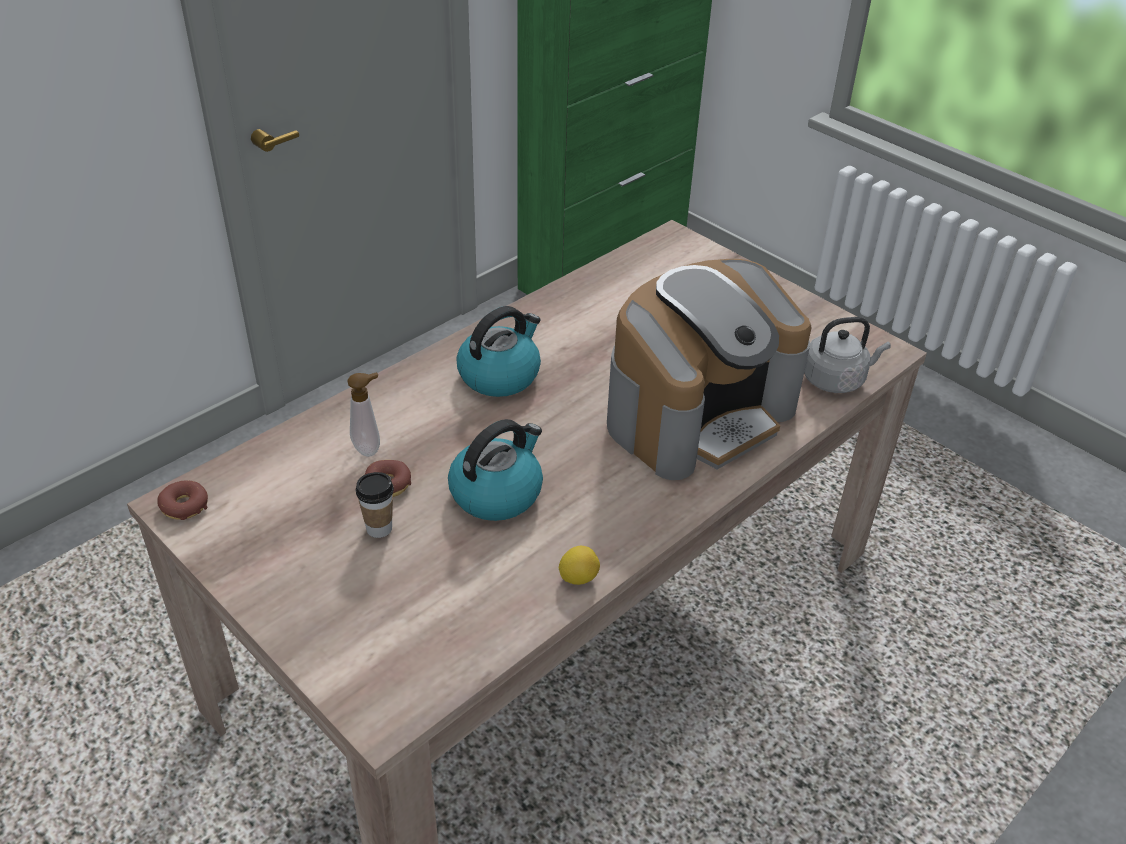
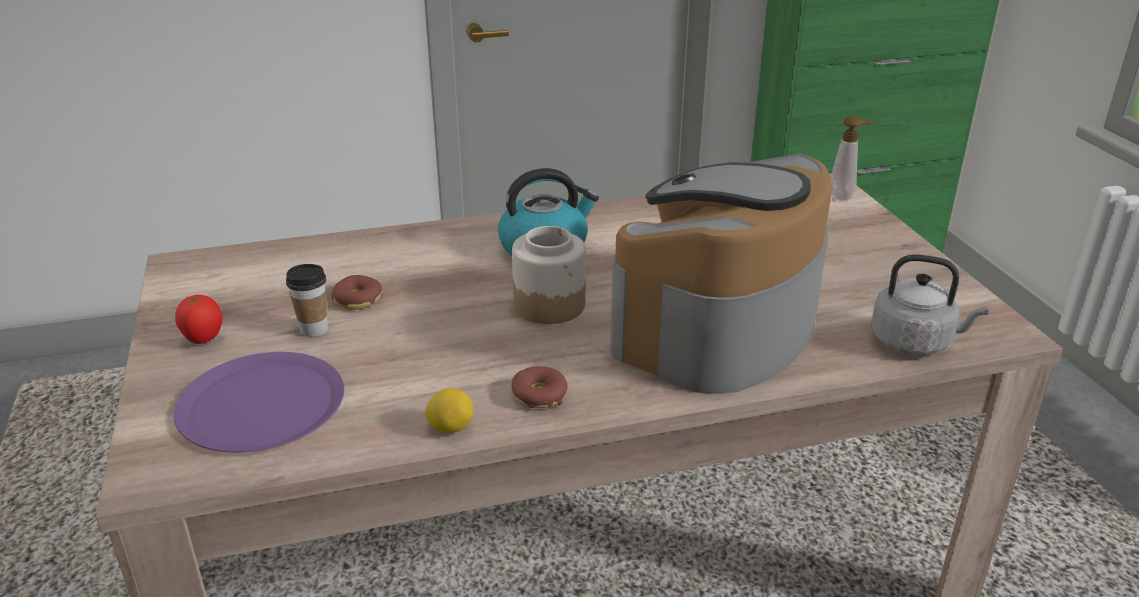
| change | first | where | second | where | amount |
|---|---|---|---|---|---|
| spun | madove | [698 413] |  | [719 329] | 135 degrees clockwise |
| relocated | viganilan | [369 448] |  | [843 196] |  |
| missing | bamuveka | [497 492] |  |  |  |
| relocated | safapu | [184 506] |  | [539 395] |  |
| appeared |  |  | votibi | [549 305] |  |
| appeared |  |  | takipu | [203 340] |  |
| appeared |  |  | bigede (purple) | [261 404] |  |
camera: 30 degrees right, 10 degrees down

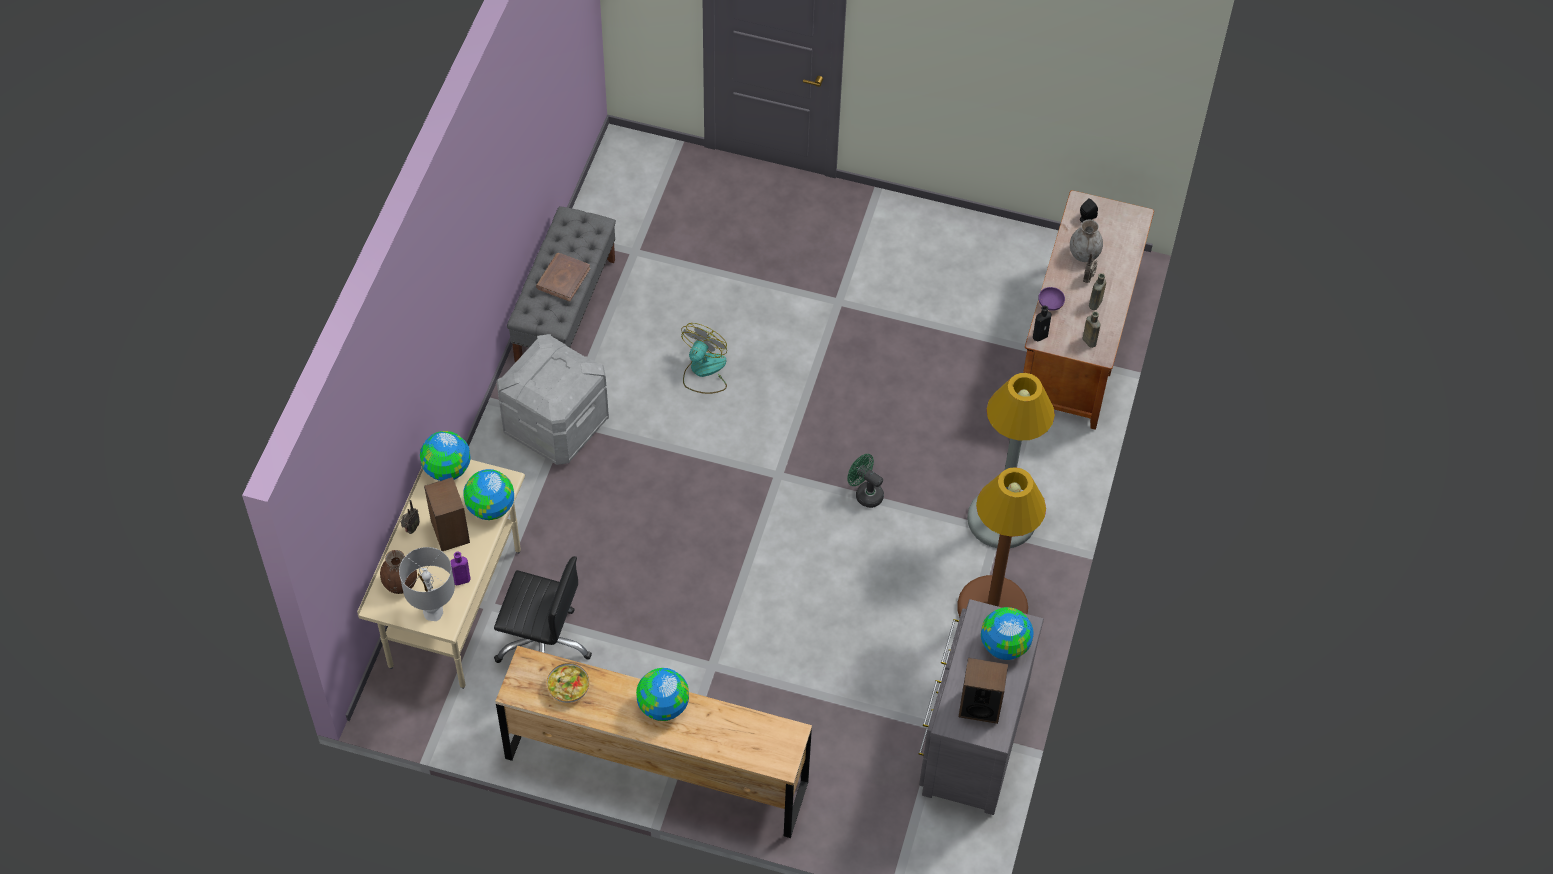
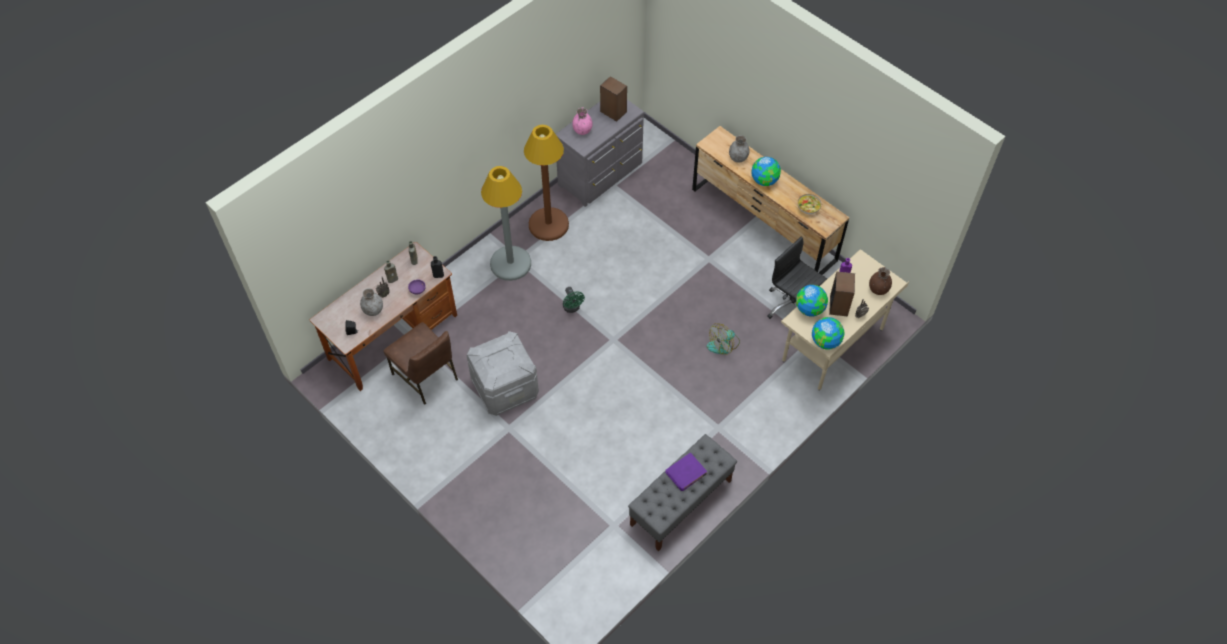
| change | first | where | second | where | amount |
|---|---|---|---|---|---|
| colour | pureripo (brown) | [563 278] | pureripo (purple) | [686 473] |  |
| relocated | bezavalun | [703 371] |  | [723 344] |  |
| relocated | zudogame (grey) | [556 425] |  | [505 388] |  |
| missing | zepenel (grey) | [434 611] |  |  |  |
| exchanged | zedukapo | [1004 645] | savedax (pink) | [582 131] |  |
| appeared |  |  | savedax (grey) | [738 158] |  |
| appeared |  |  | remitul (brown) | [426 377] |  |
camera: 150 degrees left, 0 degrees up

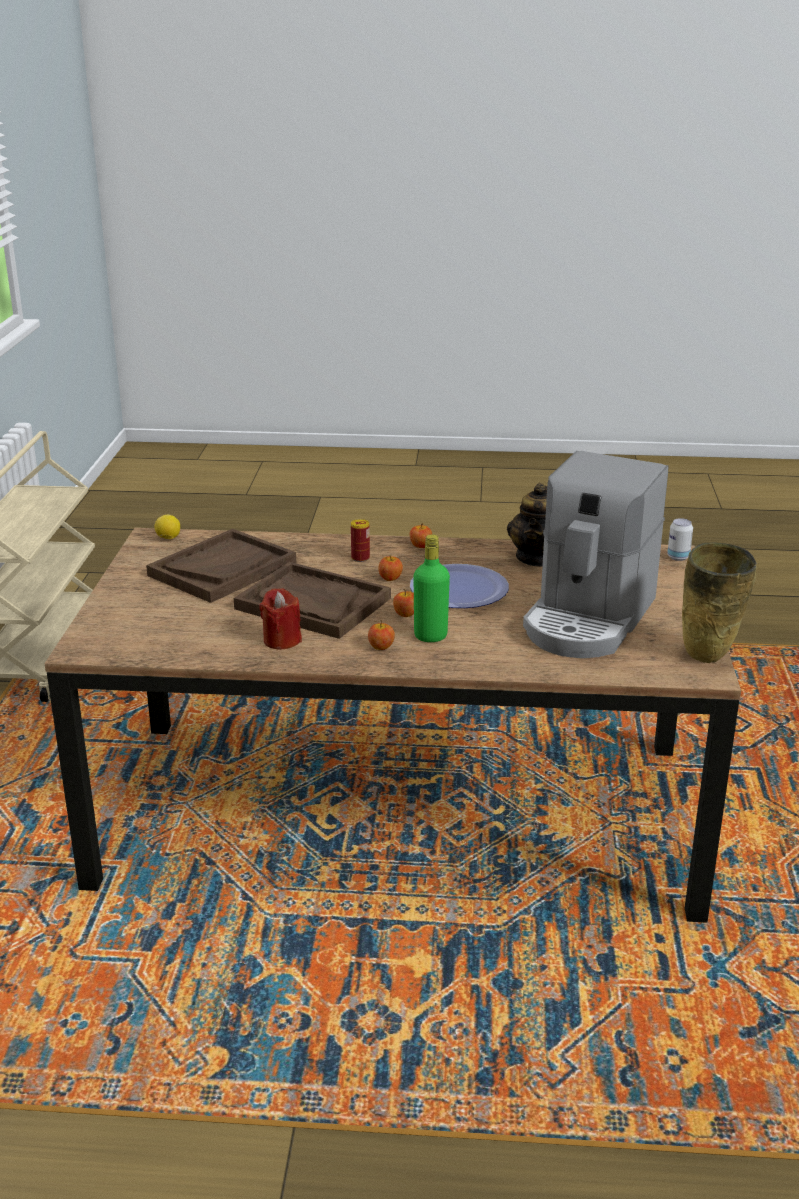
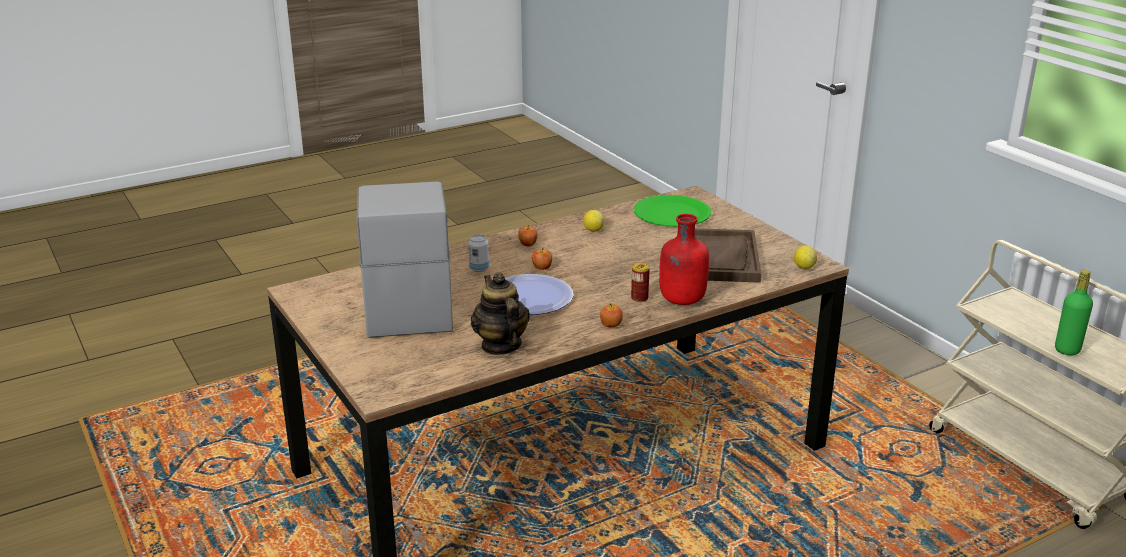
| change | first | where | second | where | amount |
|---|---|---|---|---|---|
| relocated | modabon | [678 557] |  | [479 269] |  |
| relocated | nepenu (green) | [430 636] |  | [1067 350] |  |
| missing | savedax (beige) | [708 657] |  |  |  |
| missing | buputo | [390 578] |  |  |  |
| missing | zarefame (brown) | [312 604] |  |  |  |
| exchanged | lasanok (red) | [282 640] | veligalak | [593 230] |  |
| appeared |  |  | bigede (green) | [672 214] |  |
| appeared |  |  | nepenu (red) | [681 301] |  |
camera: 145 degrees right, 0 degrees up

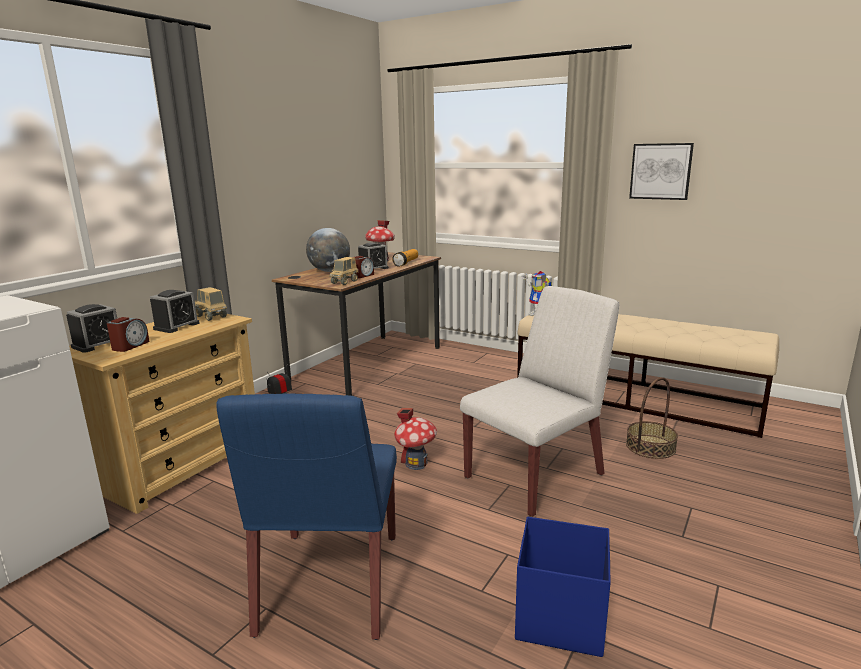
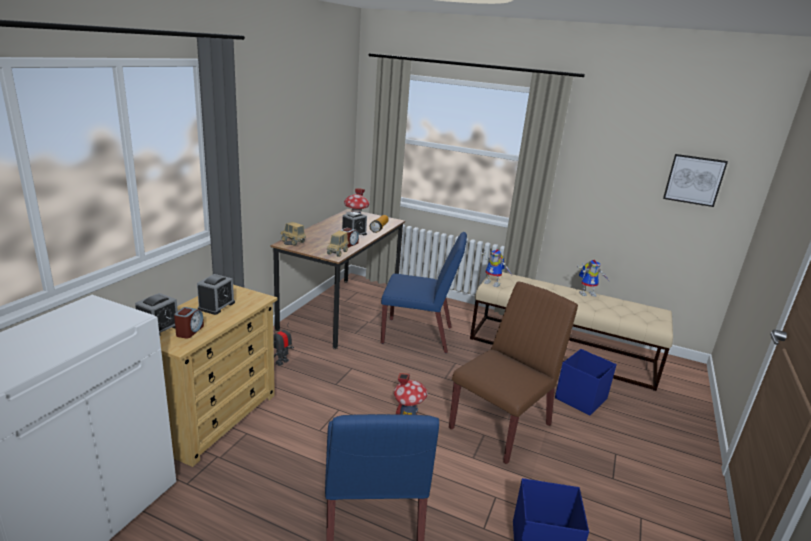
| change | first | where | second | where | amount |
|---|---|---|---|---|---|
| relocated | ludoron | [660 171] |  | [694 180] |  |
| missing | zedukapo | [329 271] |  |  |  |
| colour | remitul (white) | [535 475] | remitul (brown) | [501 426] |  |
| relocated | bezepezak | [211 317] |  | [293 242] |  |
| exchanged | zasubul | [650 447] | zudogame (blue) | [580 399] |  |
| appeared |  |  | remitul (blue) | [418 335] |  |
| appeared |  |  | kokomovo | [587 293] |  |
camera: 10 degrees left, 5 degrees up

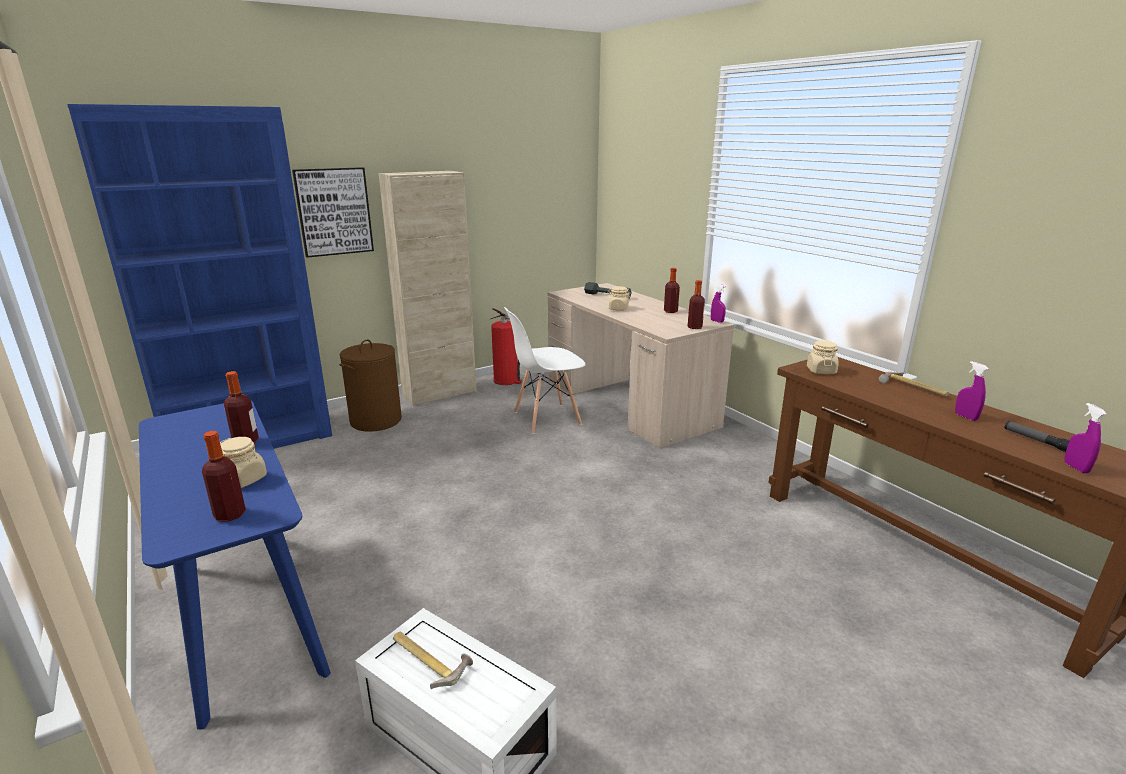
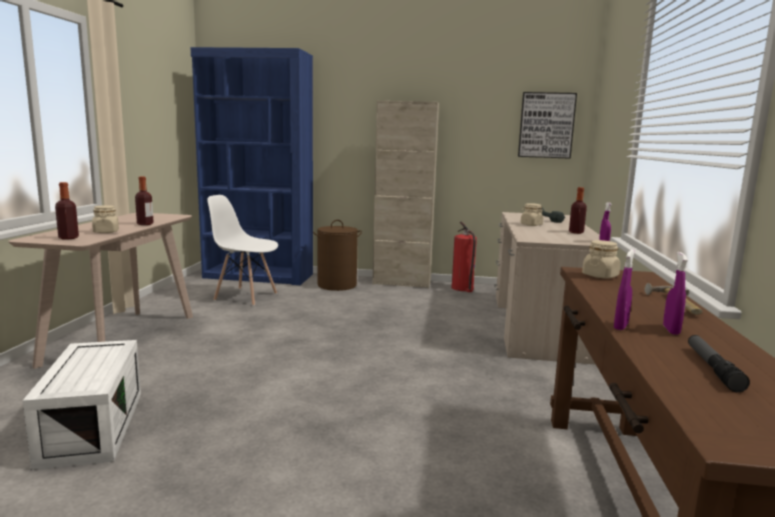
| change | first | where | second | where | amount |
|---|---|---|---|---|---|
| relocated | ludoron | [334 211] |  | [546 125] |  |
| missing | nepenu | [694 327] |  |  |  |
| relocated | remitul (white) | [546 418] |  | [245 296] |  |
| colour | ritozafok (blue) | [246 615] | ritozafok (beige) | [122 339] |  |
| relocated | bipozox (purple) | [1076 468] |  | [621 326] |  |
| missing | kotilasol | [429 659] |  |  |  |
camera: 40 degrees right, 10 degrees down

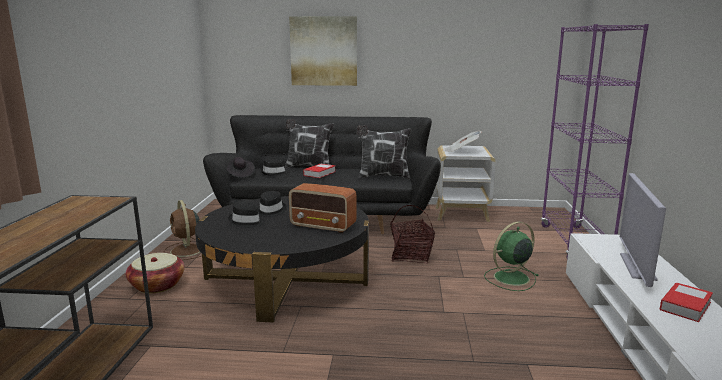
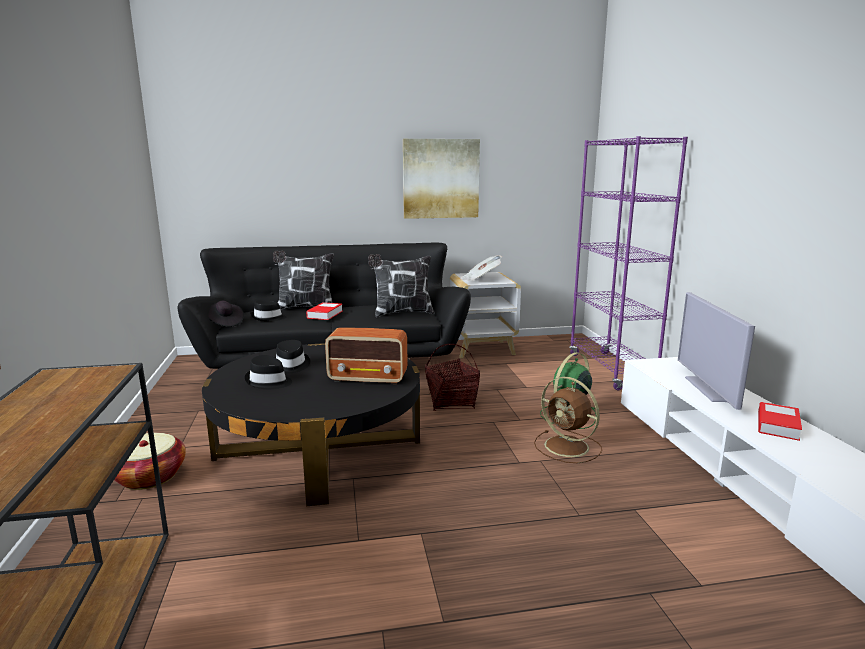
| change | first | where | second | where | amount |
|---|---|---|---|---|---|
| relocated | ludoron | [324 51] |  | [440 179] |  |
| relocated | bezavalun (brown) | [186 251] |  | [568 447] |  |
camera: 15 degrees left, 0 degrees up

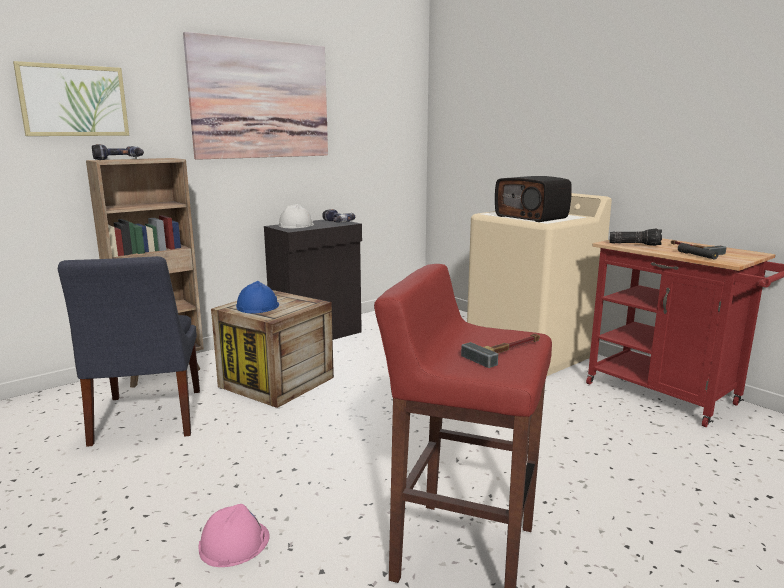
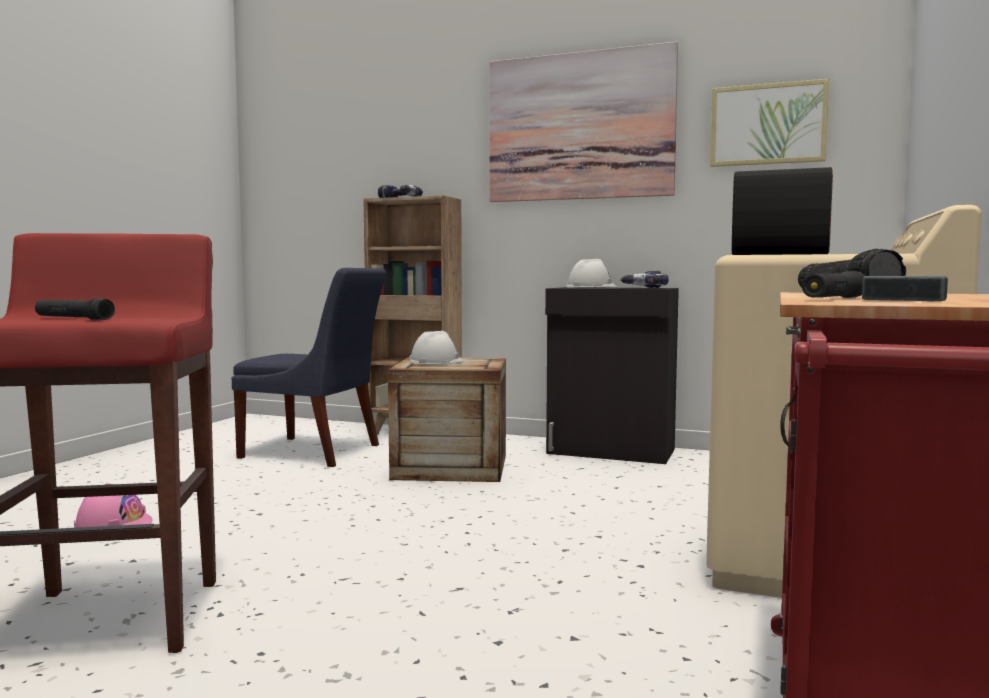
| change | first | where | second | where | amount |
|---|---|---|---|---|---|
| relocated | ludoron | [74 101] |  | [767 124] |  |
| spun | remitul (blue) | [146 419] |  | [315 452] | 120 degrees counterclockwise |
| colour | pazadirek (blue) | [257 306] | pazadirek (white) | [436 361] |  |
| exchanged | kotilasol | [507 351] | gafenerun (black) | [73 318] |  |
camera: 60 degrees right, 10 degrees down

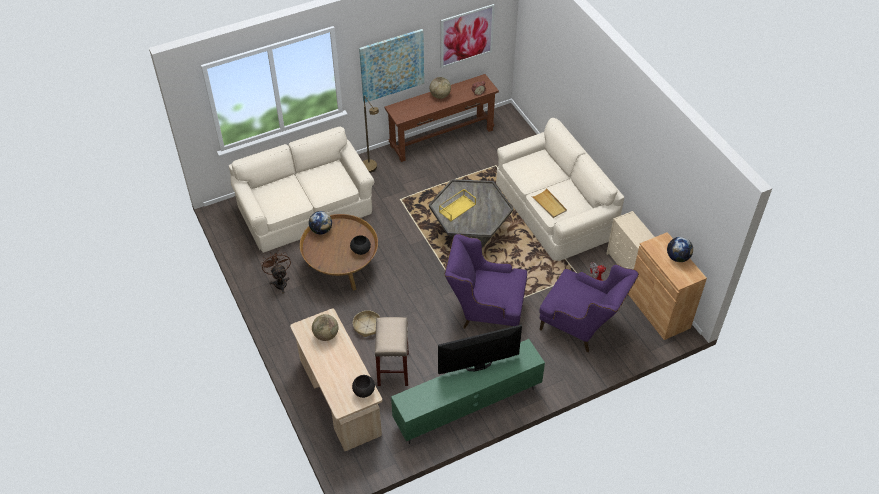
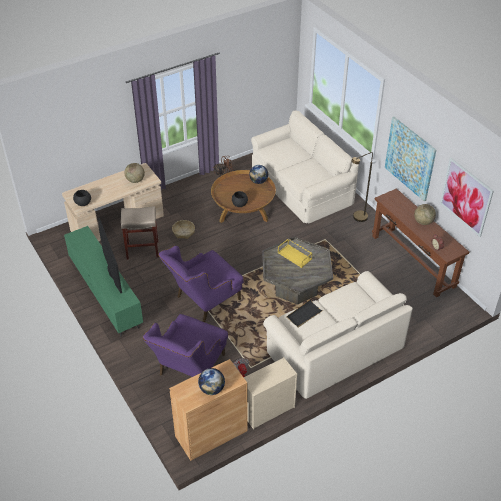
| change | first | where | second | where | amount |
|---|---|---|---|---|---|
| colour | zarefame (beige) | [549 204] | zarefame (black) | [304 315] |  |
| spun | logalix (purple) | [485 311] |  | [203 301] | 135 degrees counterclockwise |
camera: 85 degrees right, 5 degrees down

